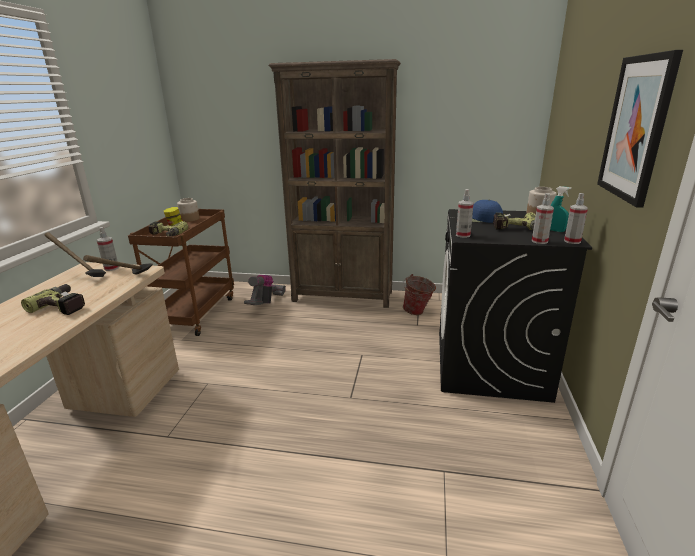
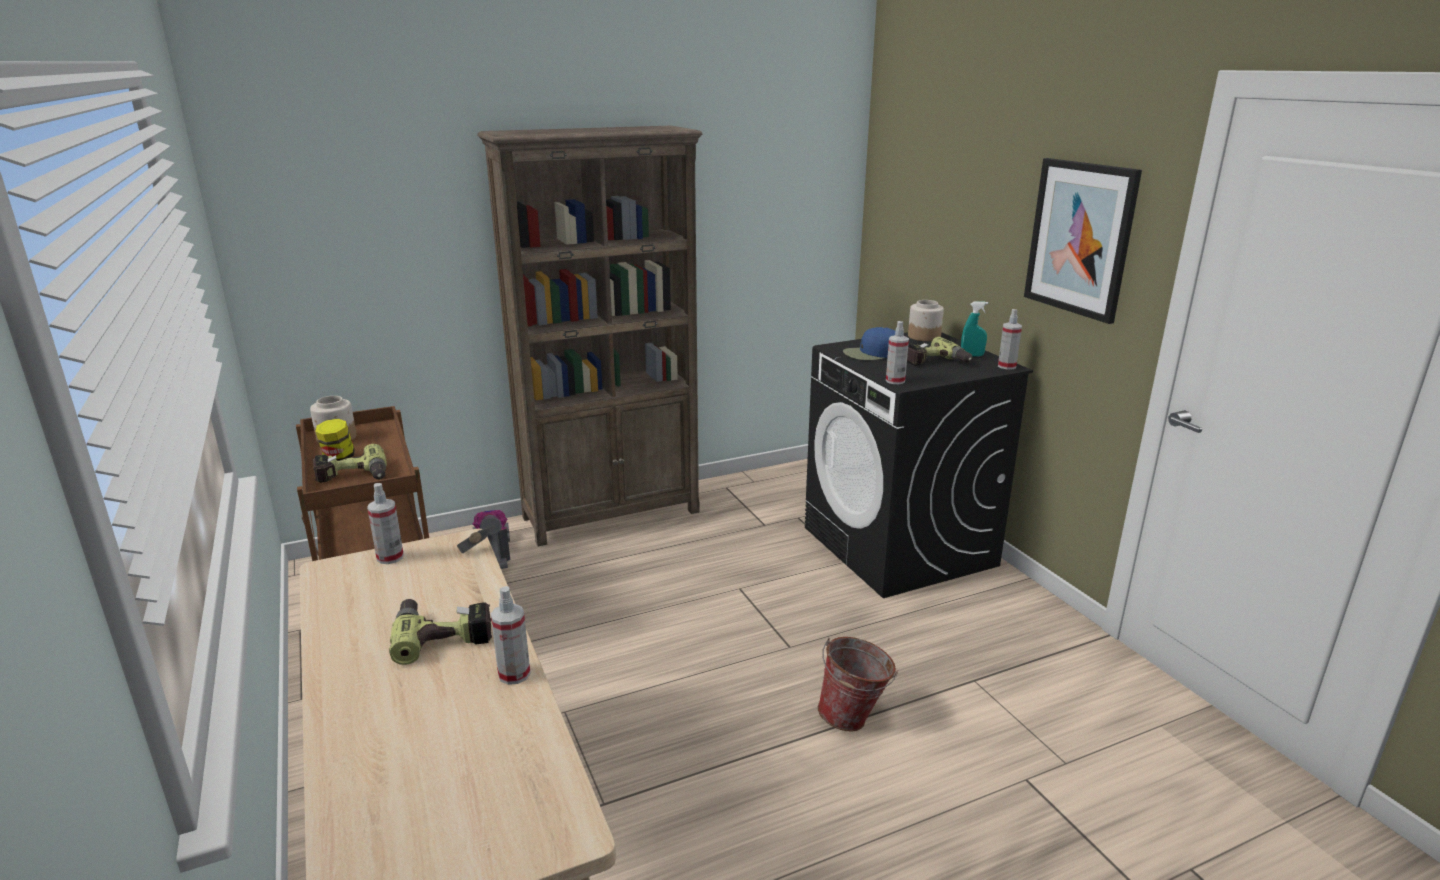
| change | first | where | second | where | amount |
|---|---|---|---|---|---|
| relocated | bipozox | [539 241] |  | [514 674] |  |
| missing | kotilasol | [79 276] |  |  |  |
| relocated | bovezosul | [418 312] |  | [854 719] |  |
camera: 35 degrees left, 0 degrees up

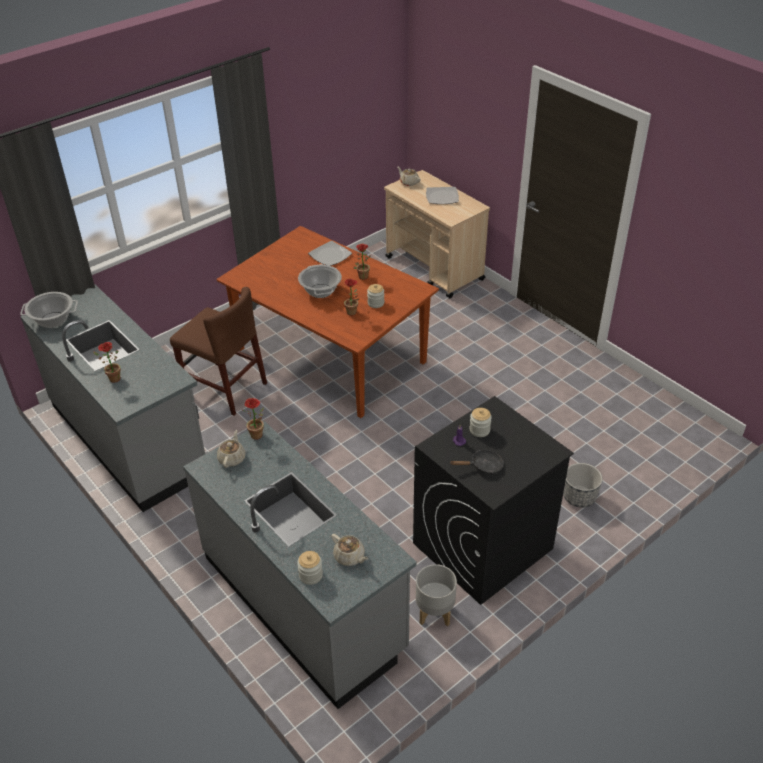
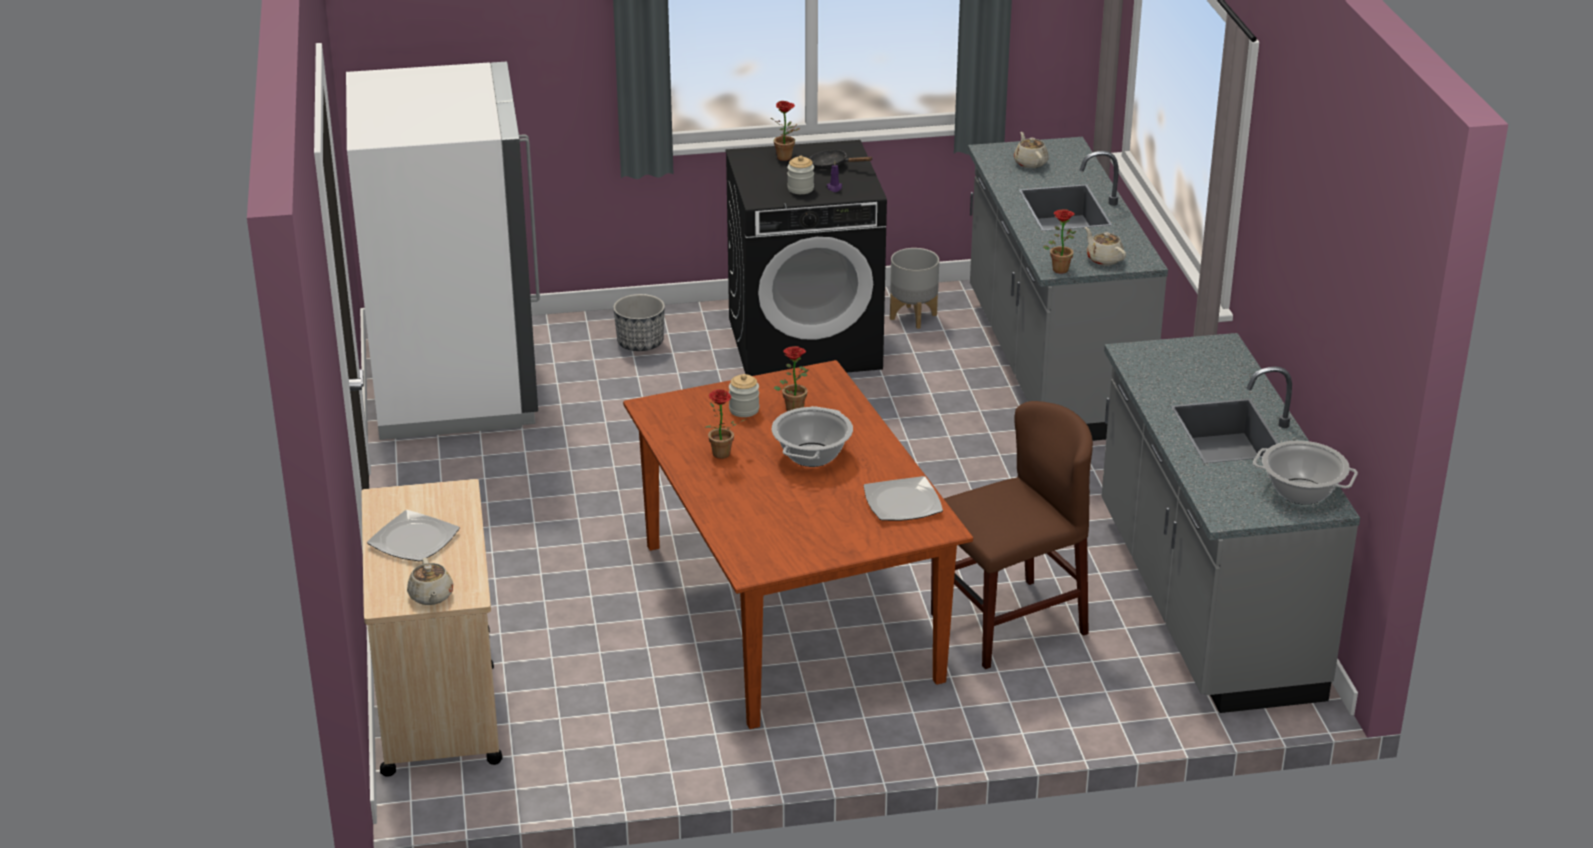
| change | first | where | second | where | amount |
|---|---|---|---|---|---|
| relocated | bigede | [330 255] |  | [902 503] |  |
| spun | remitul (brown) | [225 388] |  | [1008 624] | 90 degrees clockwise |
| relocated | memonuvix | [112 379] |  | [787 158] |  |
| spun | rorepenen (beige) | [232 458] |  | [1104 259] | 105 degrees clockwise |
| missing | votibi | [310 575] |  |  |  |
| appeared |  |  | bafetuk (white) | [456 387] |  |
camera: 150 degrees left, 10 degrees down

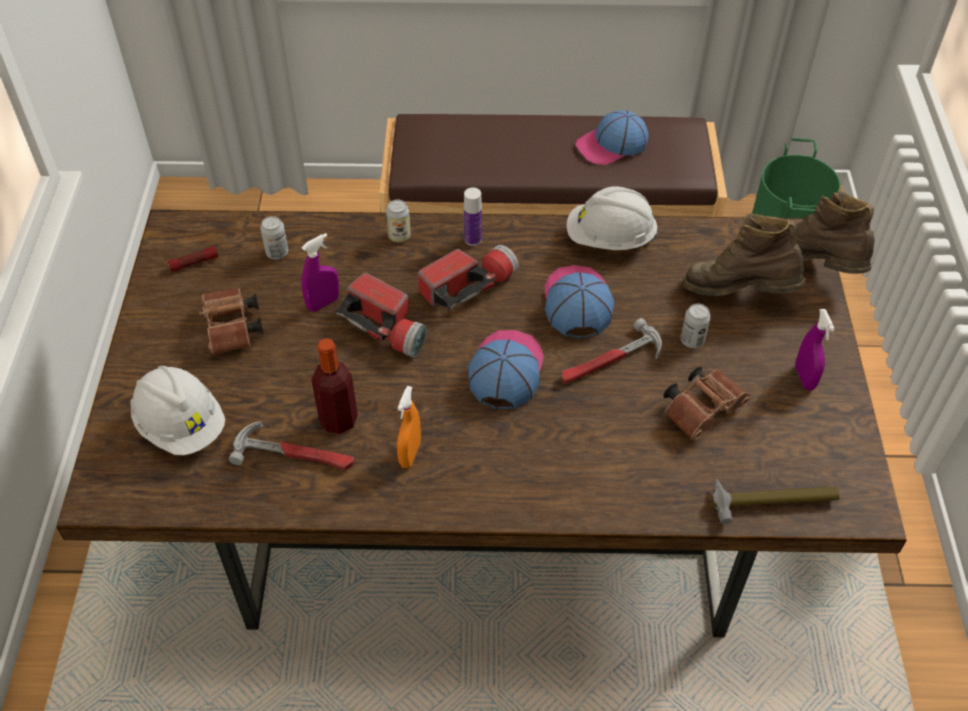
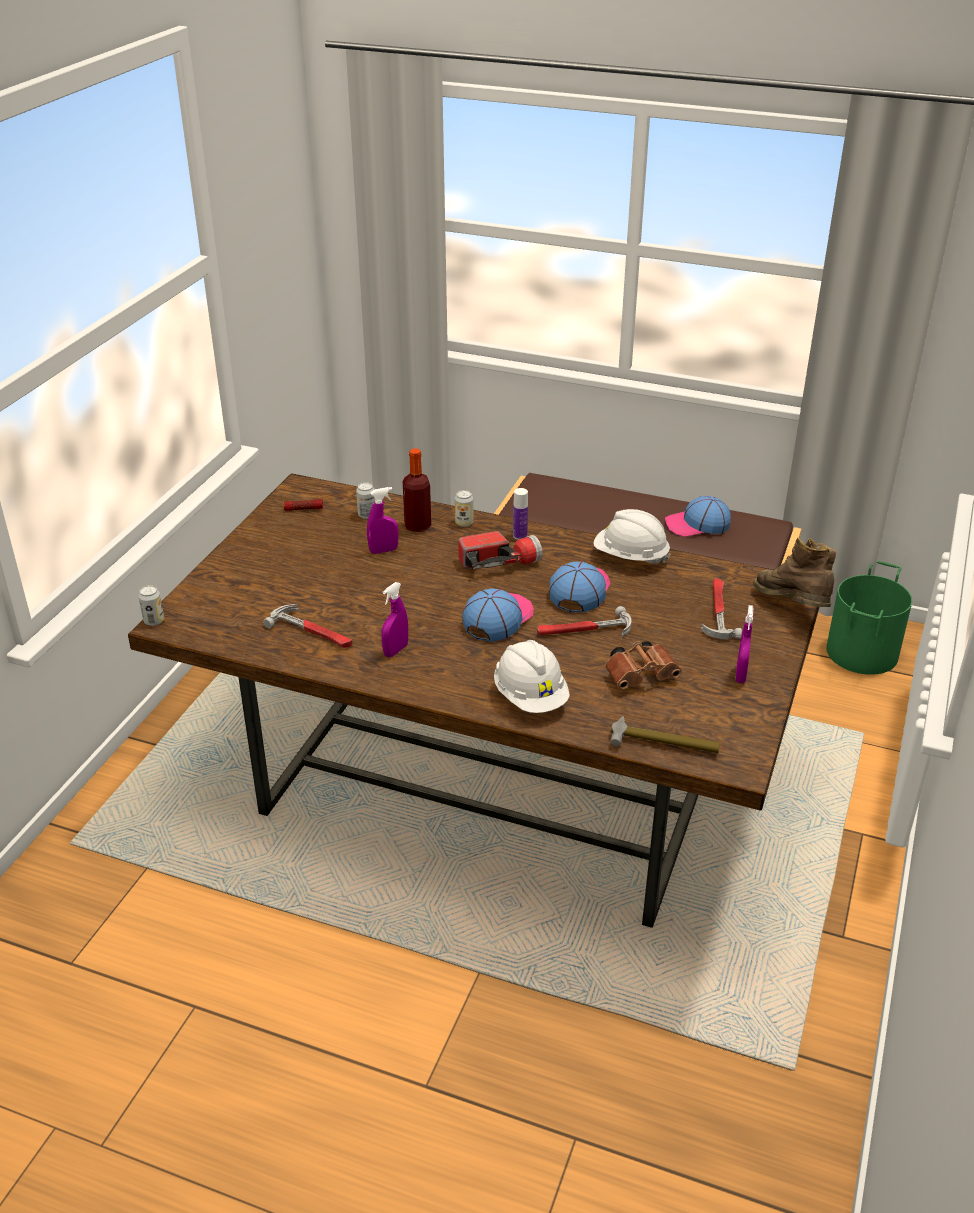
| change | first | where | second | where | amount |
|---|---|---|---|---|---|
| exchanged | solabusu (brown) | [739 293] | kotilasol | [718 612] |  |
| missing | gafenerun | [386 327] |  |  |  |
| missing | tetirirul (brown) | [233 330] |  |  |  |
| relocated | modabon | [692 340] |  | [154 621] |  |
| relocated | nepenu | [338 420] |  | [417 526] |  |
| relocated | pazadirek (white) | [181 426] |  | [530 697] |  |
| colour | bipozox (orange) | [410 454] | bipozox (purple) | [395 650] |  |
camera: 20 degrees right, 15 degrees down

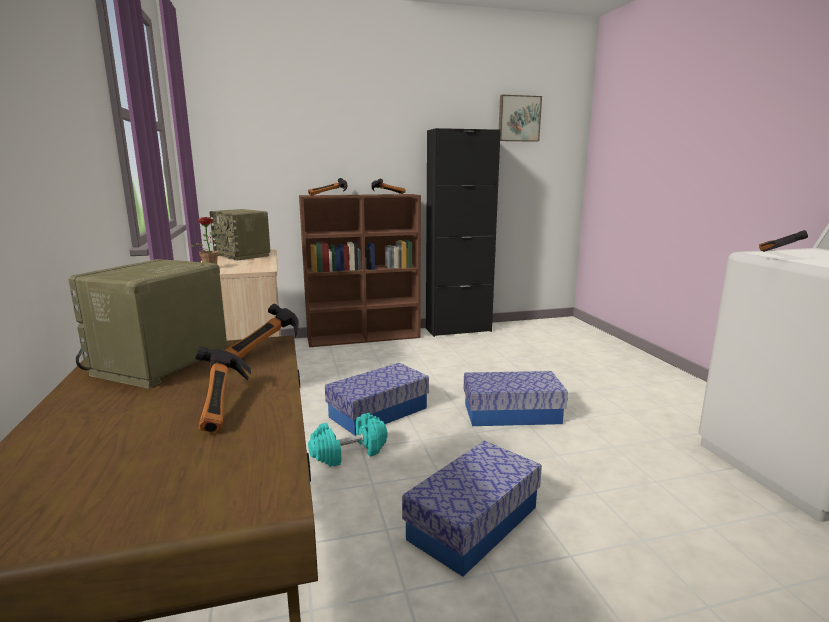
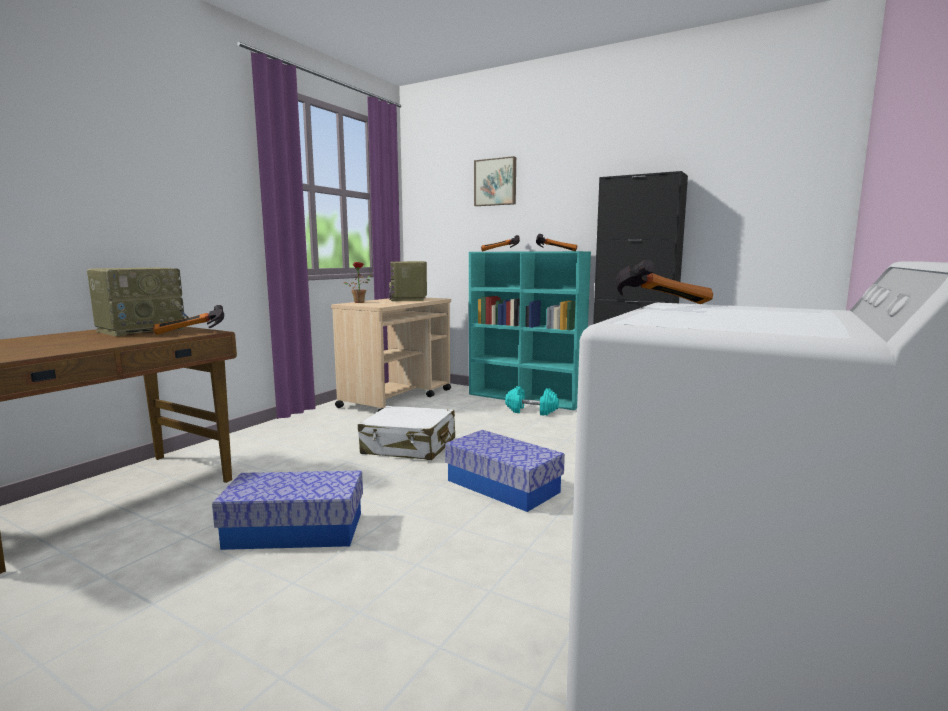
| change | first | where | second | where | amount |
|---|---|---|---|---|---|
| relocated | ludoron | [518 118] |  | [496 182] |  |
| colour | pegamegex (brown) | [365 337] | pegamegex (turquoise) | [526 398] |  |
| spun | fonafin | [160 365] |  | [142 330] | 150 degrees clockwise |
| missing | kotilasol | [226 406] |  |  |  |
| exchanged | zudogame | [378 412] | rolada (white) | [409 447] |  |
| relocated | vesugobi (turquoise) | [349 453] |  | [531 411] |  |
camera: 45 degrees right, 5 degrees down

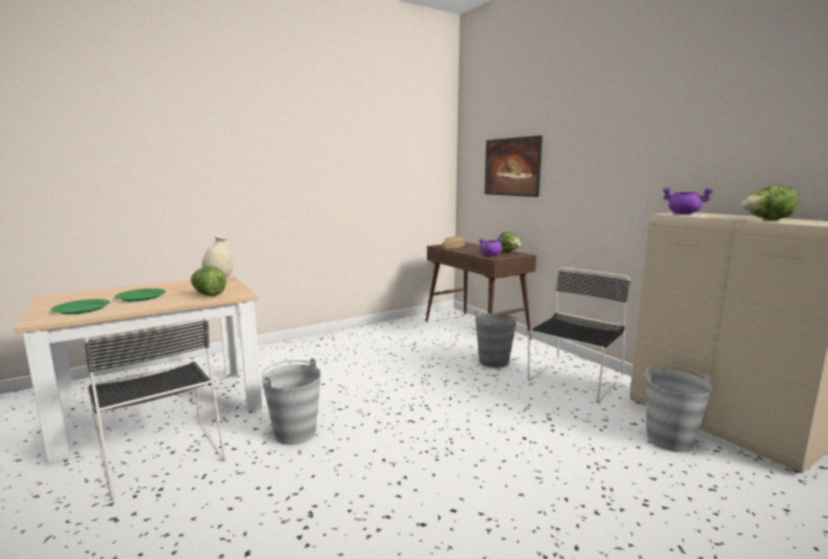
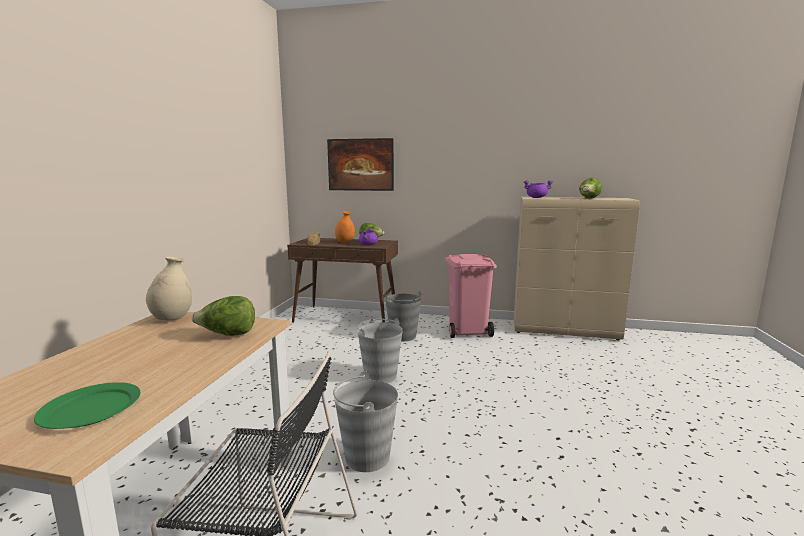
| change | first | where | second | where | amount |
|---|---|---|---|---|---|
| exchanged | remitul (black) | [574 380] | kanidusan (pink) | [468 331] |  |
| missing | bigede (green) | [140 297] |  |  |  |
| relocated | bovezosul (grey) | [669 440] |  | [380 376] |  |
| appeared |  |  | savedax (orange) | [345 242] |  |
camera: 45 degrees left, 0 degrees up

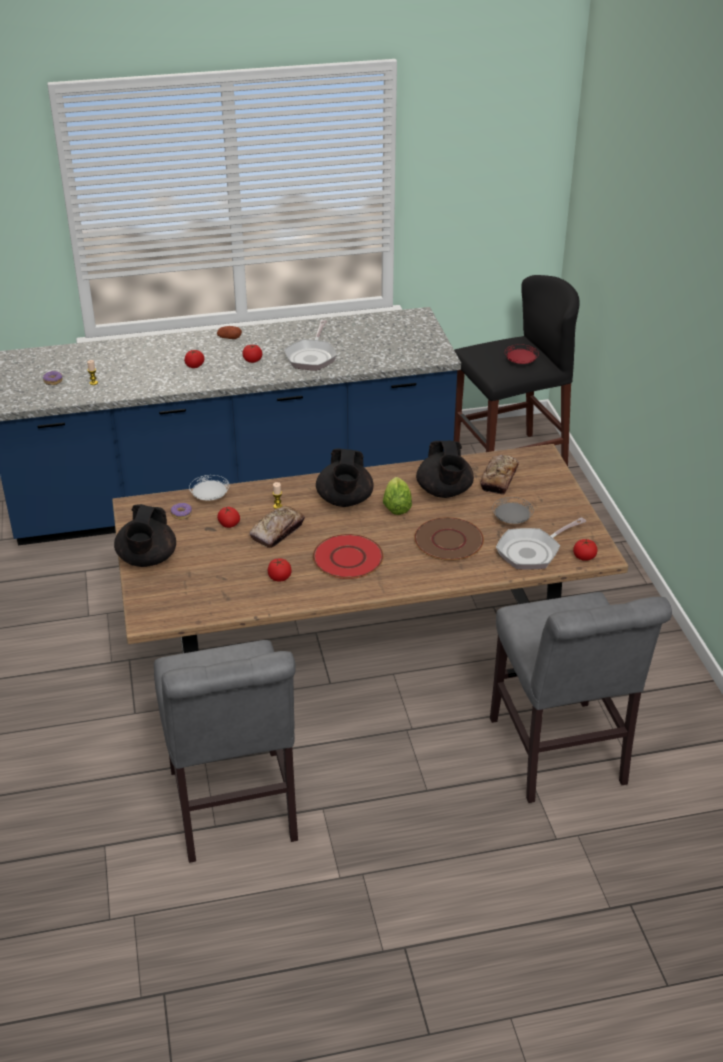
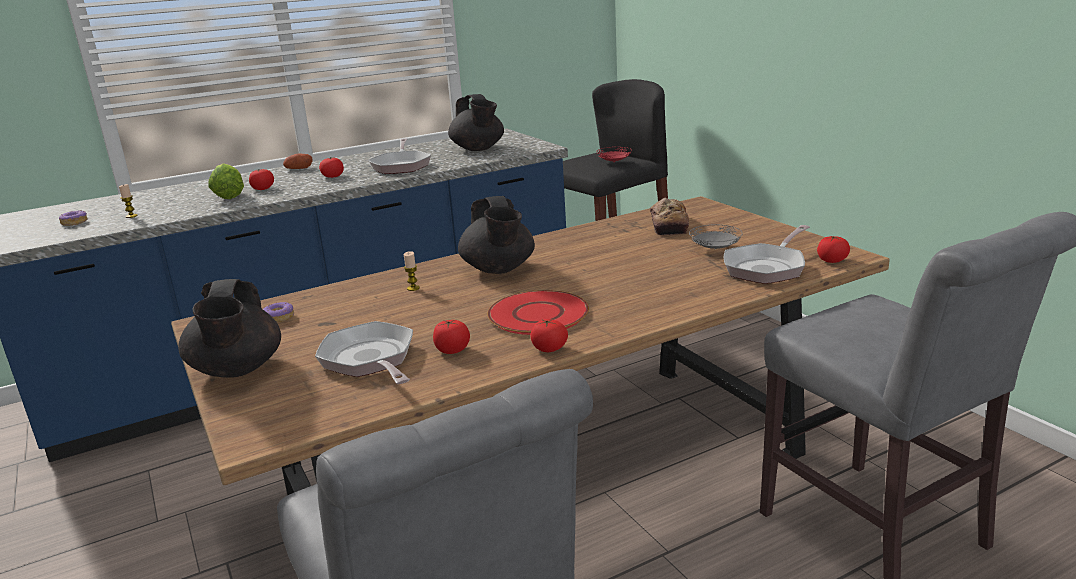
| change | first | where | second | where | amount |
|---|---|---|---|---|---|
| relocated | rorepenen (black) | [444 492] |  | [478 149] |  |
| missing | bigede (white) | [210 497] |  |  |  |
| relocated | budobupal | [396 505] |  | [229 196] |  |
| missing | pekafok | [277 531] |  |  |  |
| relocated | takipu | [229 524] |  | [549 349] |  |
| missing | bigede (brown) | [448 540] |  |  |  |
| appeared |  |  | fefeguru | [370 360] |  |
camera: 15 degrees left, 15 degrees down

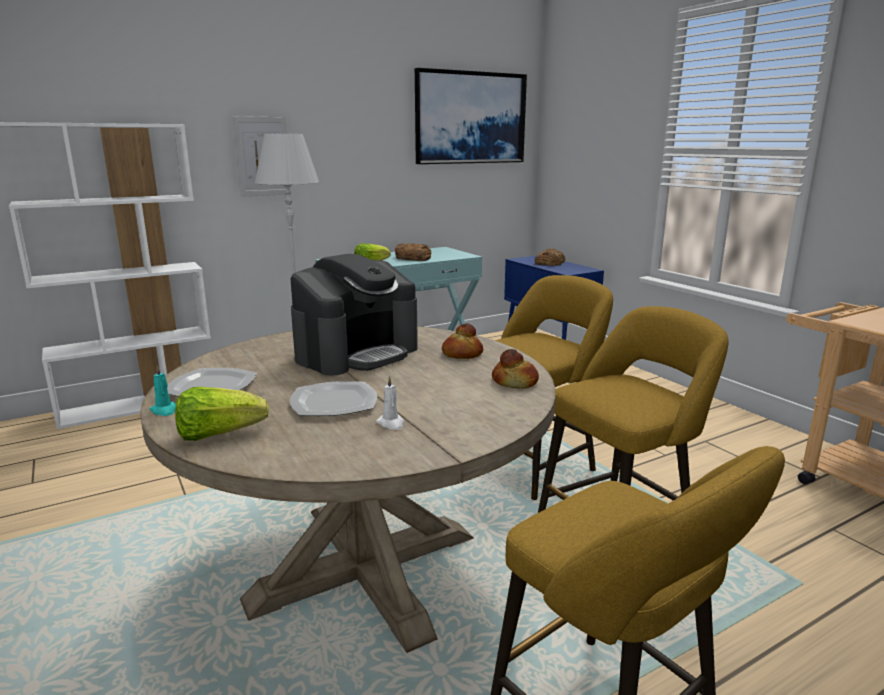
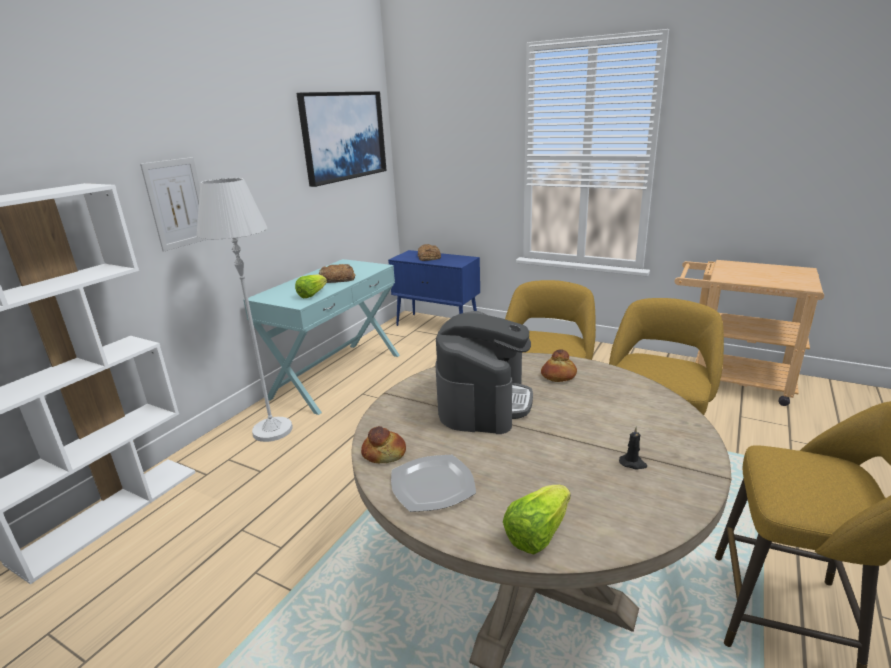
| change | first | where | second | where | amount |
|---|---|---|---|---|---|
| relocated | pekafok | [515 382] |  | [384 453] |  |
| missing | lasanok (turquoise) | [164 410] |  |  |  |
| colour | lasanok (white) | [391 424] | lasanok (black) | [633 463] |  |
| missing | bigede | [335 403] |  |  |  |
camera: 30 degrees left, 5 degrees up

